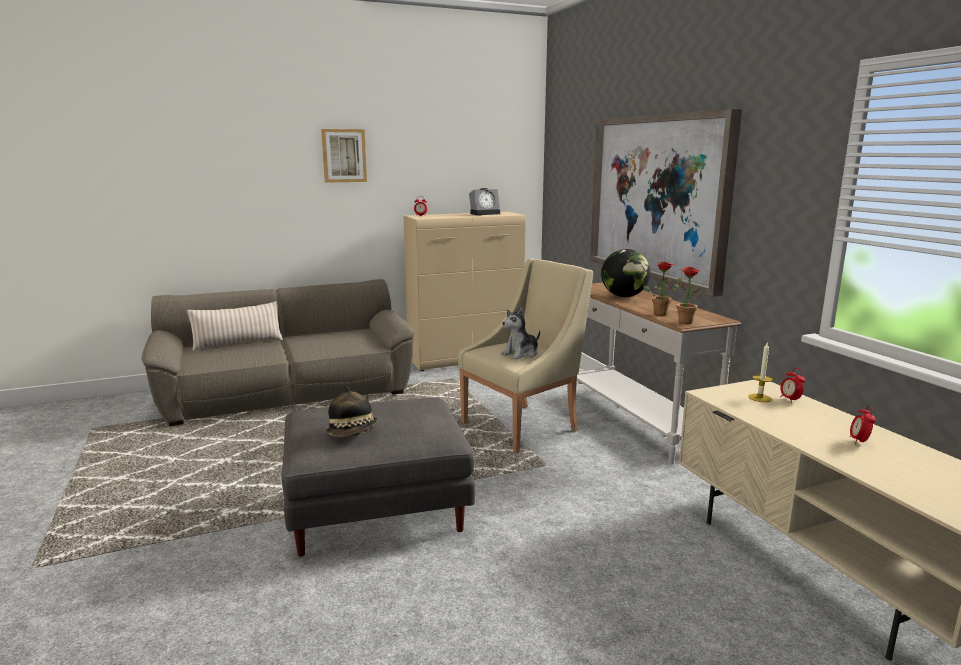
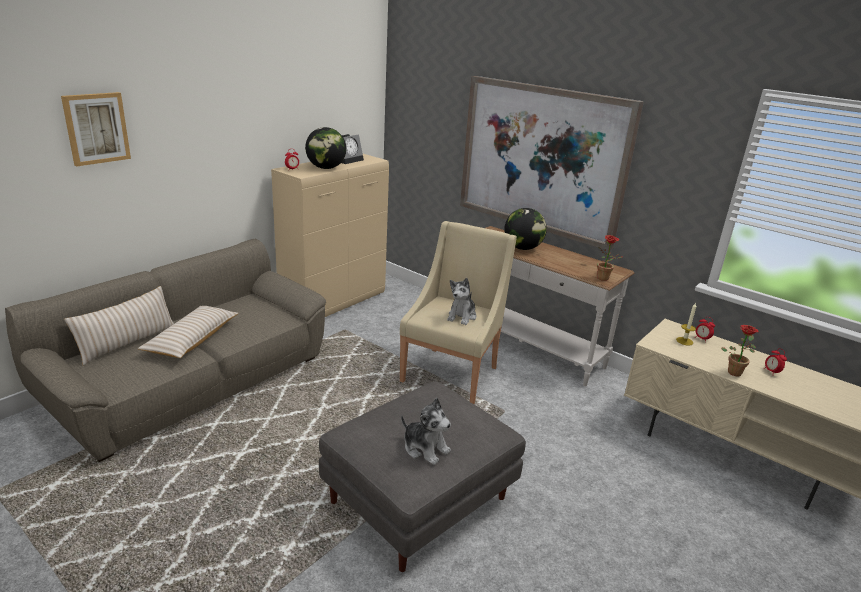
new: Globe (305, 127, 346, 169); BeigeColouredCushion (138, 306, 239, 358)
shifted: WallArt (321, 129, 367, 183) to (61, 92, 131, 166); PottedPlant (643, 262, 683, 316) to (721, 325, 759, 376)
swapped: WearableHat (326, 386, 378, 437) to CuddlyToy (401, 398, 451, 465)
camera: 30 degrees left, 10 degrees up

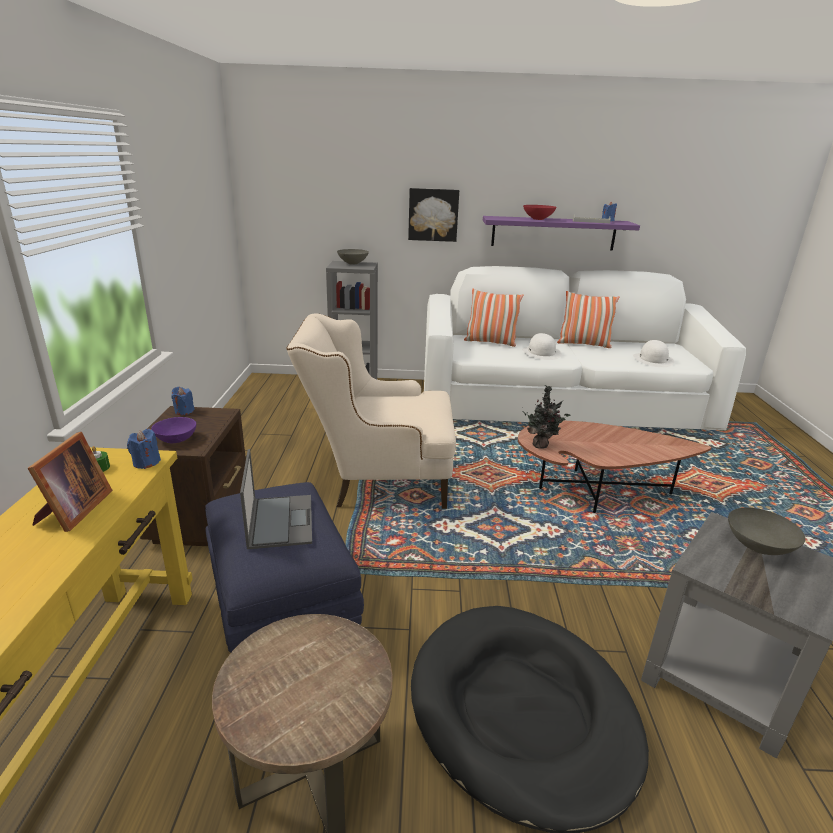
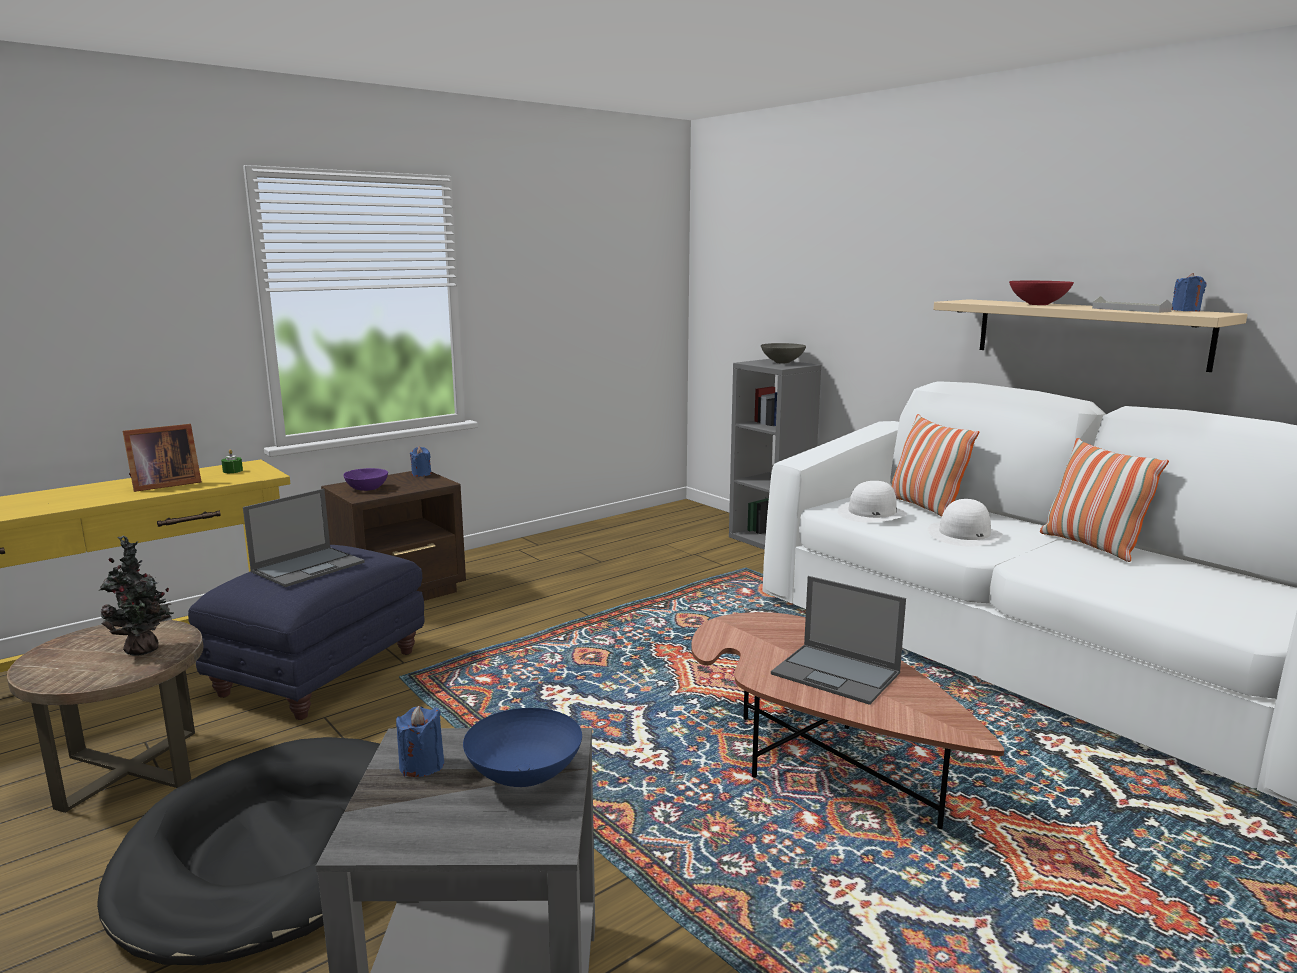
gone: WallArt (408, 188, 459, 242); BeigeColouredEasyChair (286, 313, 456, 509)
new: NotebookComputer (771, 576, 906, 705)
shifted: WhiteWearableHat (633, 340, 675, 367) to (838, 481, 907, 523); PottedPlant (522, 385, 571, 449) to (100, 535, 174, 656); BlueColouredCandle (127, 429, 161, 469) to (396, 706, 444, 777)
repainted: PurpleColouredBracketShelf (483, 216, 640, 251) to BeigeColouredBracketShelf (933, 299, 1248, 372); GreyBowl (728, 508, 805, 555) to BlueColouredBowl (463, 708, 582, 787)
camera: 50 degrees right, 10 degrees down

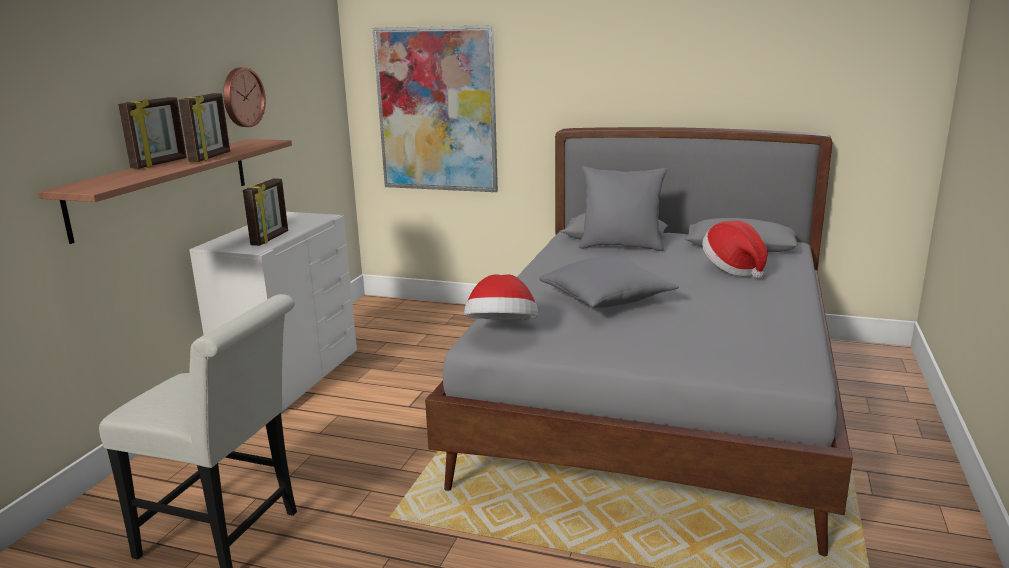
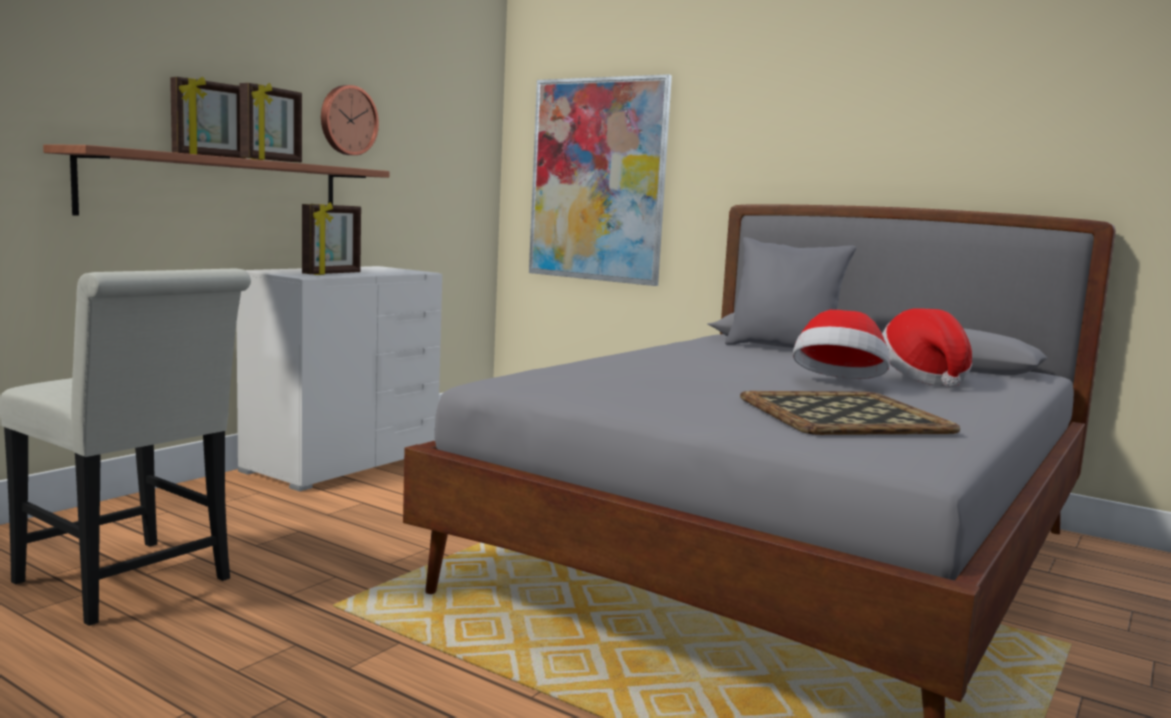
gone: GreyCushion (539, 256, 679, 308)
new: ServingTray (740, 391, 960, 435)
shifted: WearableHat (464, 274, 538, 320) to (793, 310, 890, 379)
camera: 15 degrees right, 10 degrees down

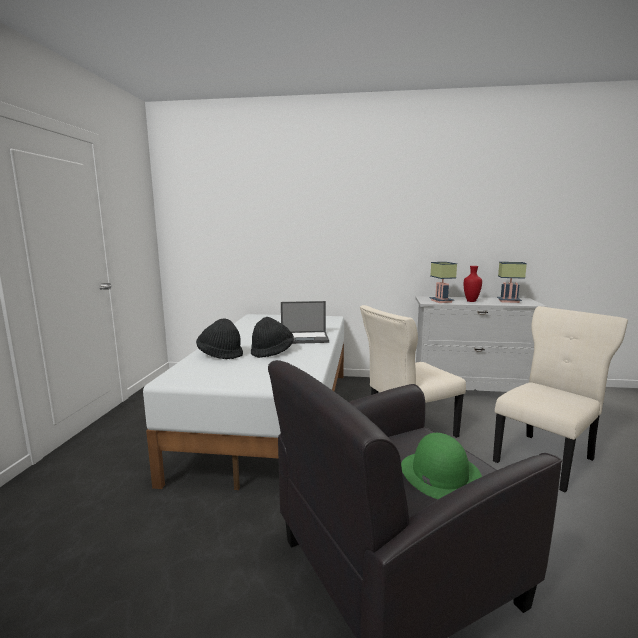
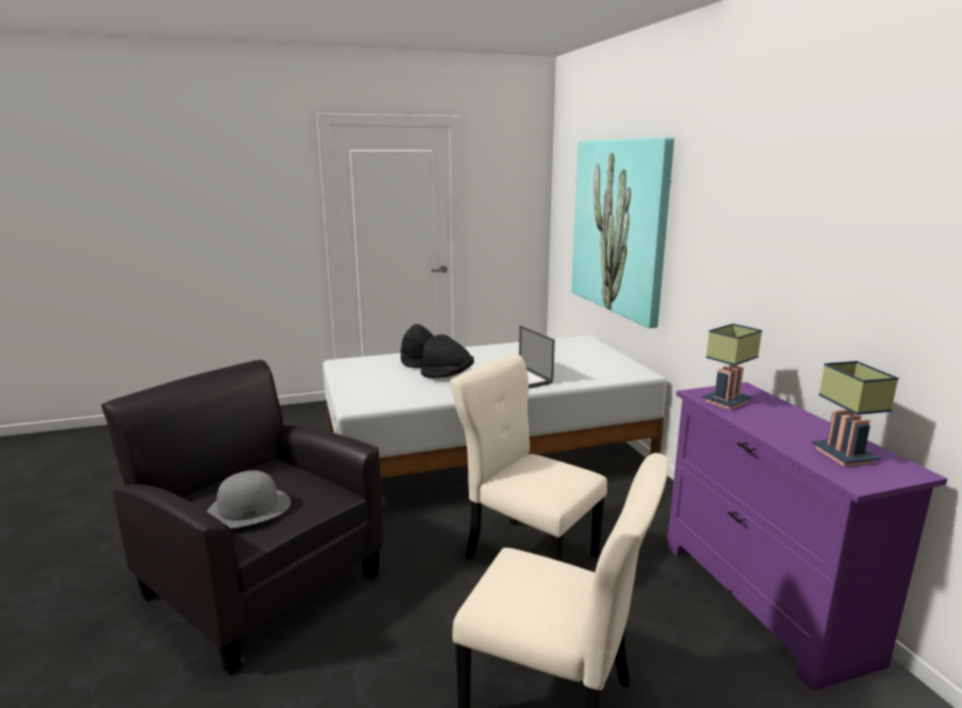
gone: RedFlowerVase (464, 266, 482, 302)
new: WallArt (572, 137, 674, 328)
repainted: WhiteChestOfDrawers (415, 296, 548, 392) to PurpleColouredChestOfDrawers (667, 382, 947, 691); GreenColouredWearableHat (401, 433, 482, 499) to GreyWearableHat (207, 470, 291, 528)
camera: 65 degrees right, 5 degrees up

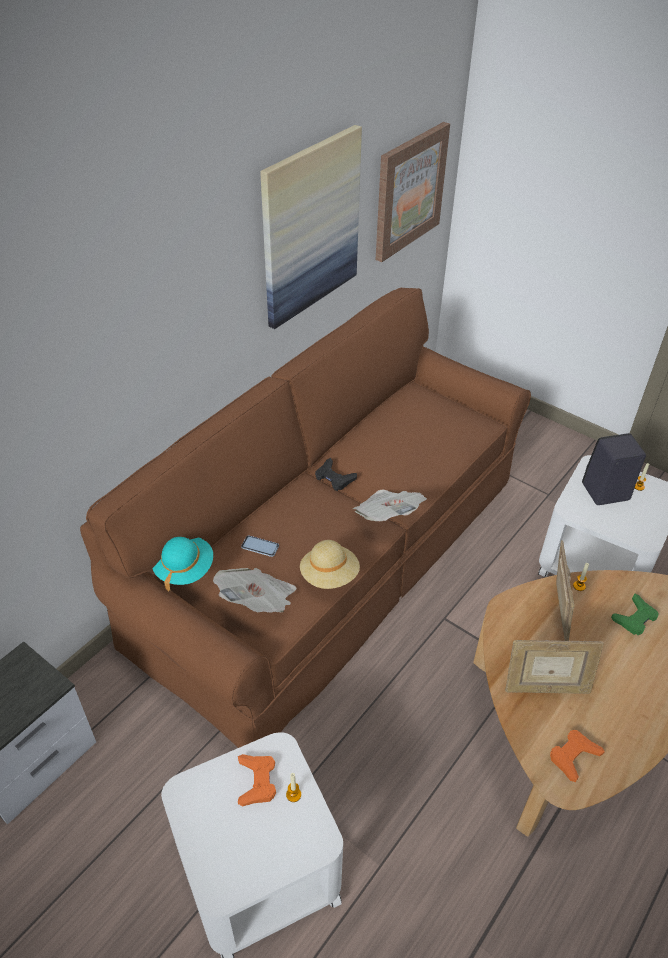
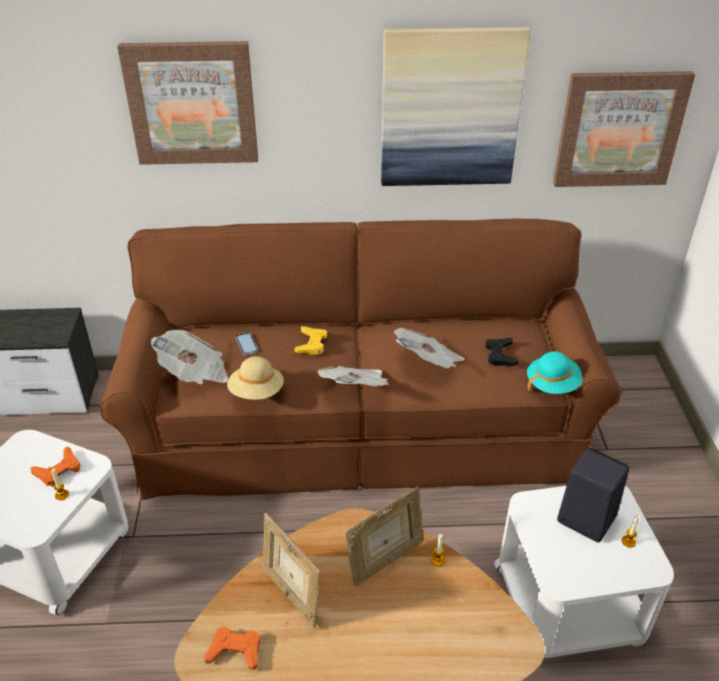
gone: GreenColouredGamepad (611, 594, 658, 635)
new: WallArt (117, 41, 258, 165); YellowGamepad (294, 326, 327, 355); DailyPaper (394, 328, 465, 369)
shifted: BlackColouredGamepad (315, 458, 357, 491) to (485, 338, 518, 366); TurquoiseWearableHat (153, 537, 213, 591) to (527, 351, 583, 394)
camera: 50 degrees right, 5 degrees down

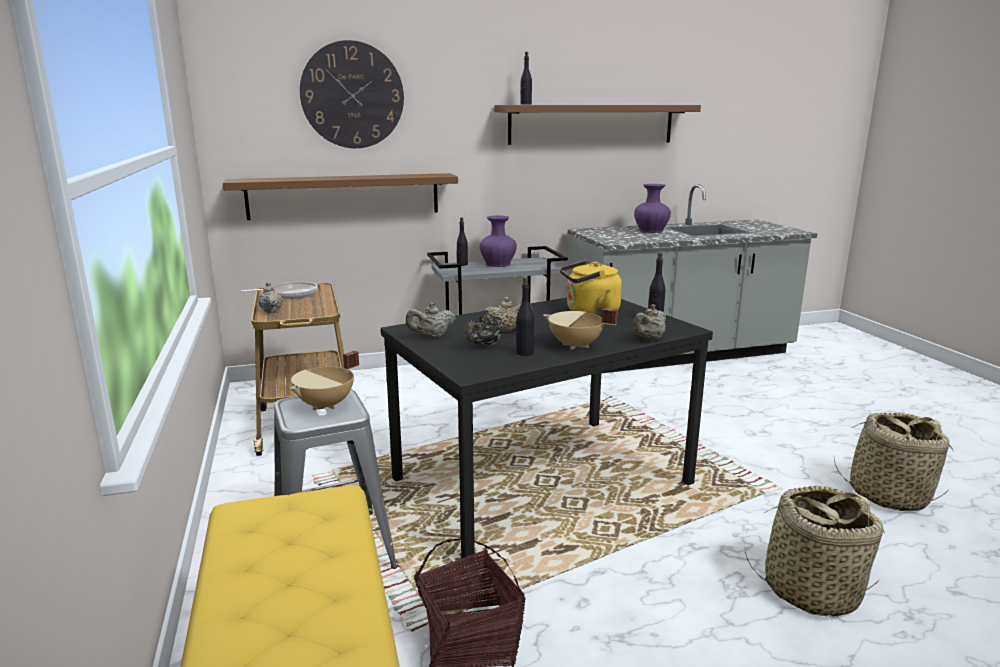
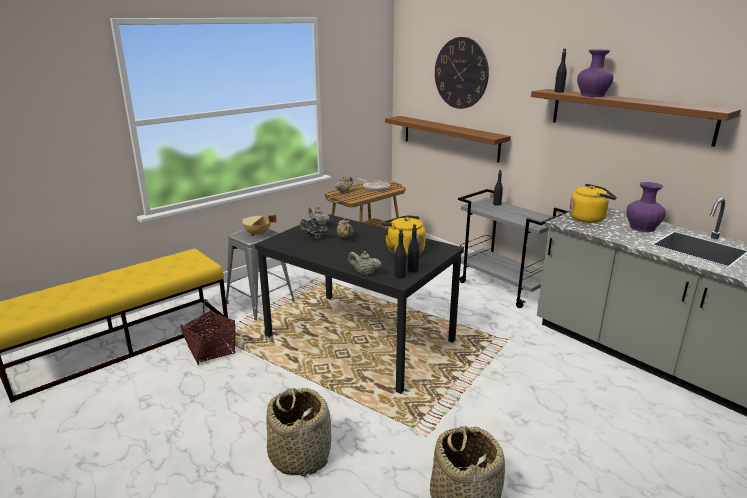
gone: BeigeColouredSaucepot (543, 308, 618, 350)
new: YellowTeaKettle (569, 184, 617, 223)
shifted: PurpleColouredFlowerVase (480, 216, 517, 267) to (577, 49, 614, 97); BlackColouredBeverageBottle (516, 277, 534, 356) to (394, 229, 406, 279)
camera: 65 degrees right, 5 degrees up

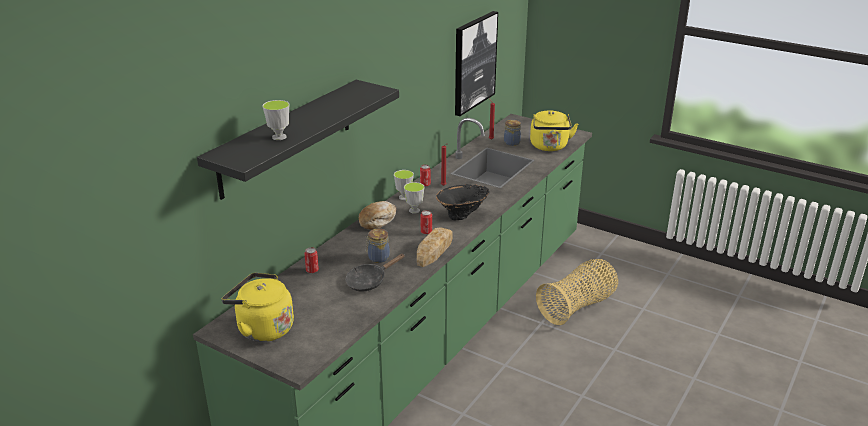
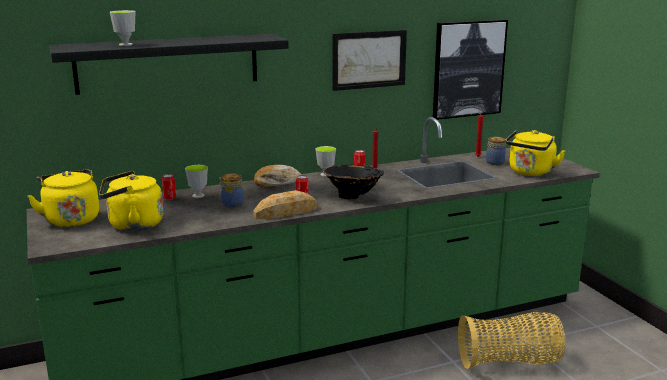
gone: BlackColouredSkillet (345, 254, 405, 292)
new: WallArt (333, 30, 407, 91); YellowTeaKettle (99, 171, 163, 231)
shifted: Cup (404, 182, 425, 214) to (185, 165, 208, 198)
camera: 35 degrees right, 10 degrees down

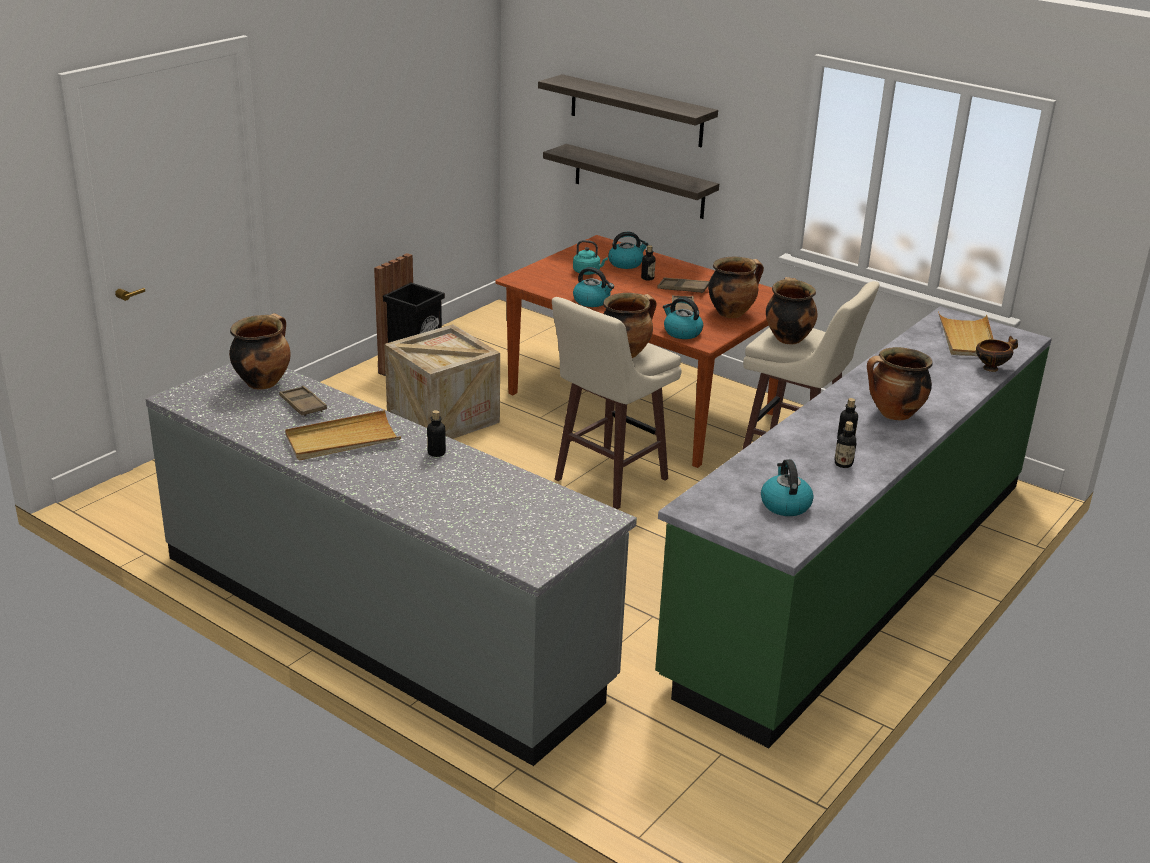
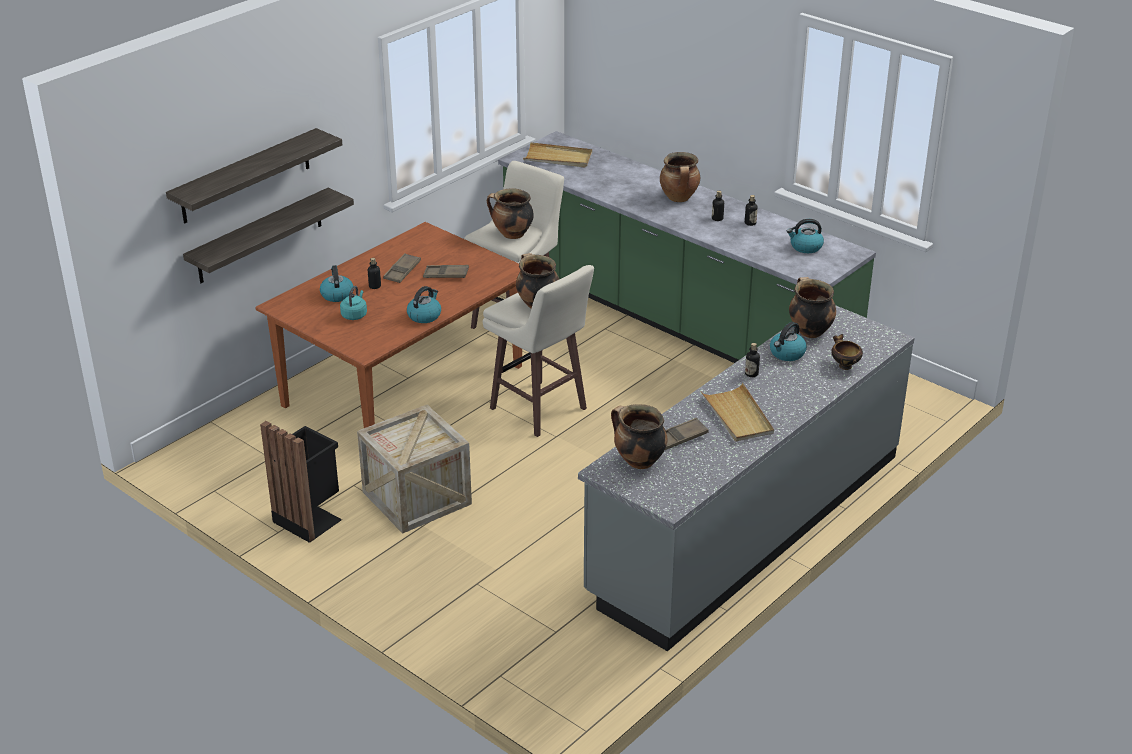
shifted: Saucepot (708, 257, 764, 318) to (789, 277, 836, 338); TeaKettle (663, 297, 703, 339) to (770, 322, 807, 361); Bowl (976, 336, 1018, 372) to (831, 334, 863, 370)
camera: 85 degrees left, 5 degrees up

